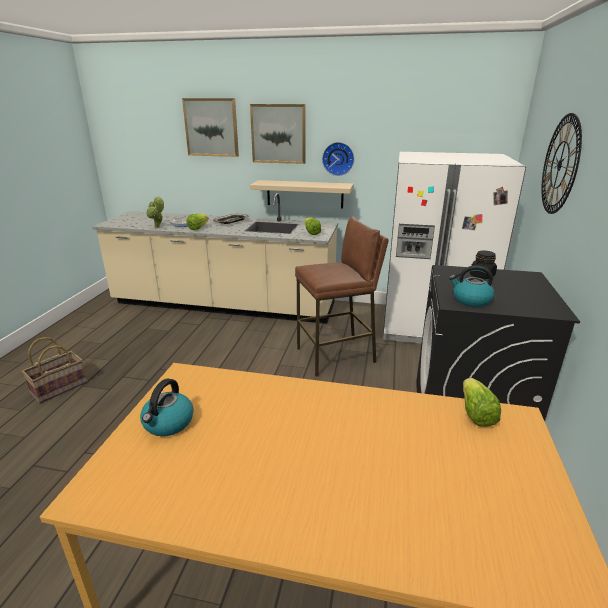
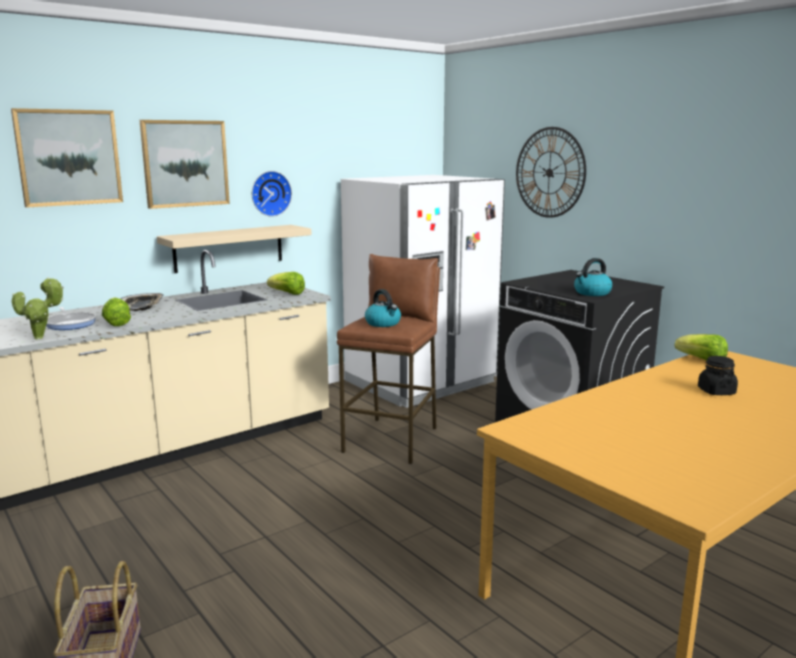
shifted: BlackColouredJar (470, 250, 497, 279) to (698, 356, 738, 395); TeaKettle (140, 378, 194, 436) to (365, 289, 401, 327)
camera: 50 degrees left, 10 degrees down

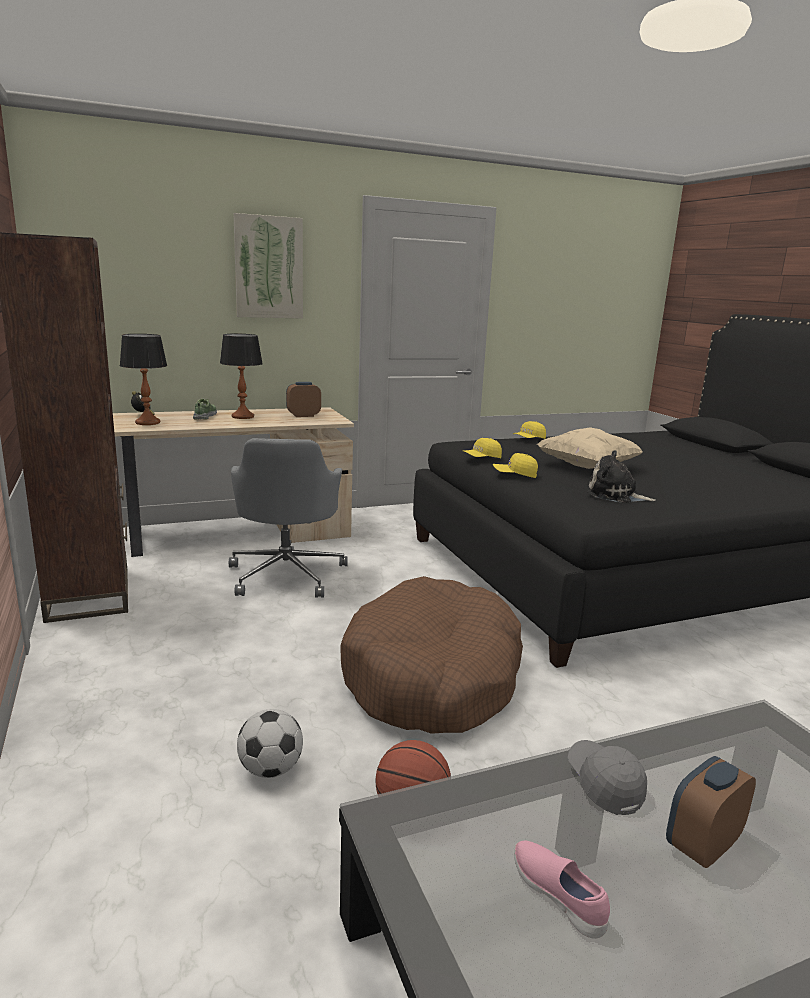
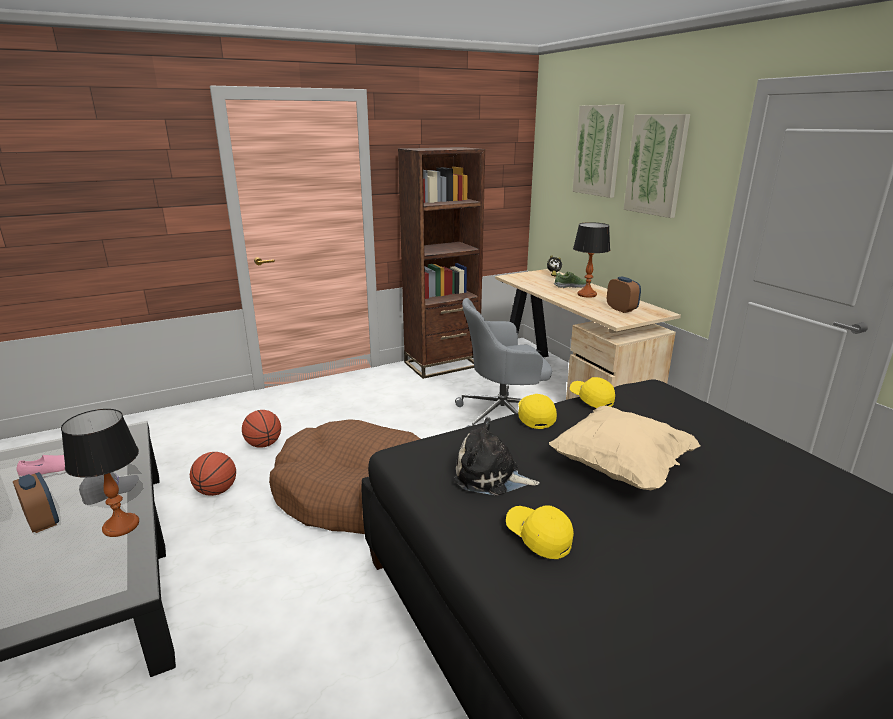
new: WallArt (572, 104, 624, 198)
shifted: TableLamp (120, 334, 167, 425) to (61, 409, 139, 537); YellowPeakedCap (513, 421, 546, 439) to (506, 505, 574, 559)
swapped: BallForFootball (237, 709, 303, 778) to BasketballBall (242, 410, 281, 448)
rotated: CuddlyToy (587, 450, 656, 503) = (454, 418, 539, 496) 90 degrees counterclockwise
camera: 85 degrees right, 5 degrees up

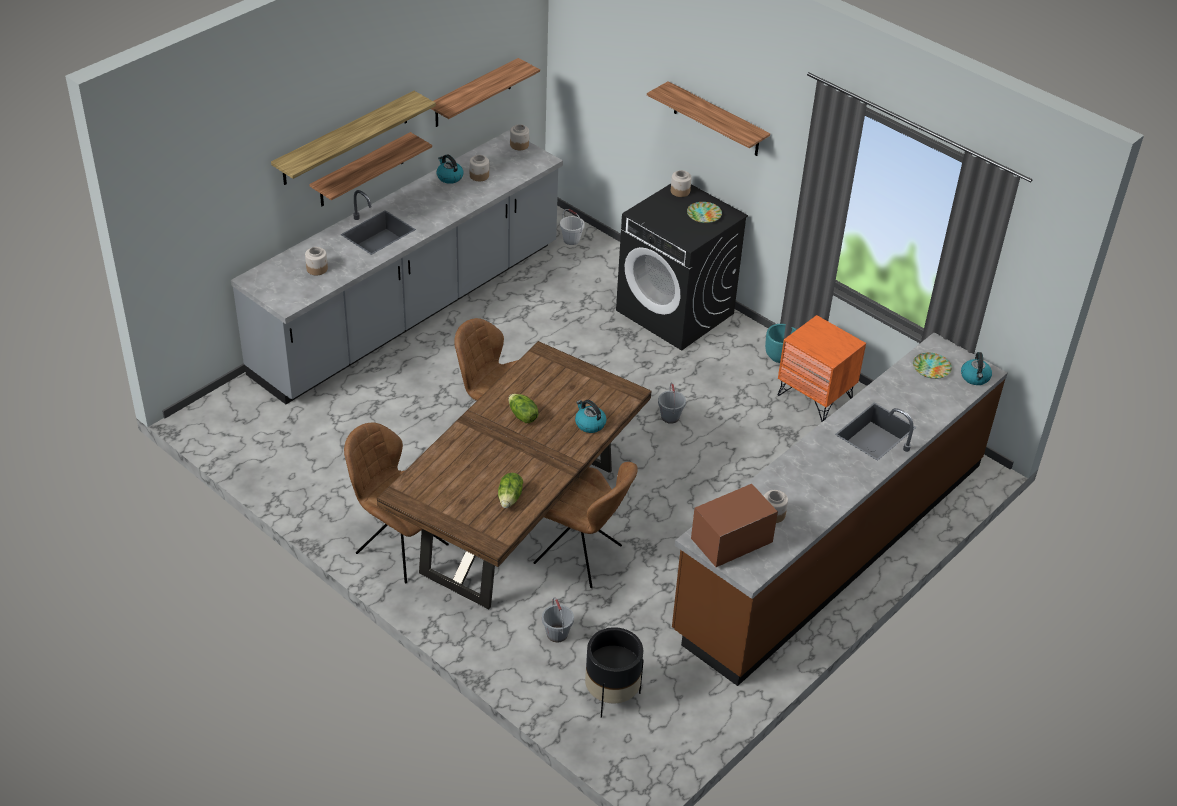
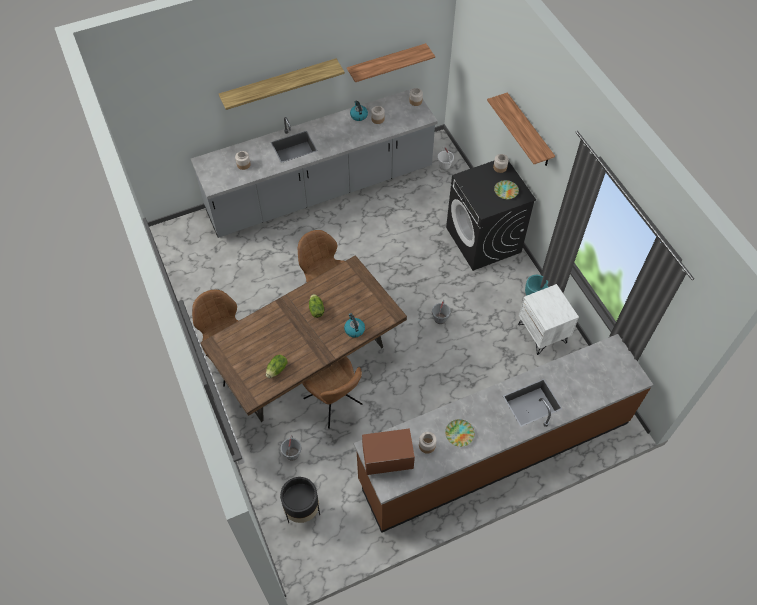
gone: BracketShelf (309, 132, 432, 206); TeaKettle (961, 352, 992, 385)
shifted: FlatDish (913, 353, 952, 379) to (445, 419, 475, 447)
repainted: OrangeColouredNightstand (777, 315, 866, 422) to WhiteNightstand (518, 284, 579, 355)
camera: 25 degrees right, 15 degrees up

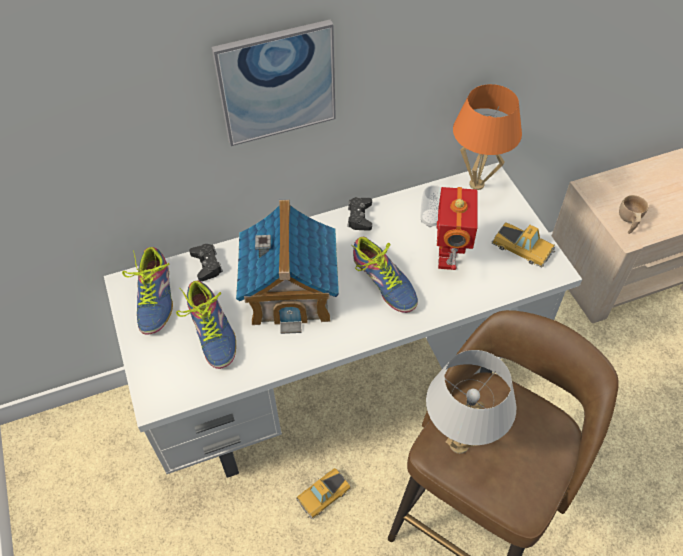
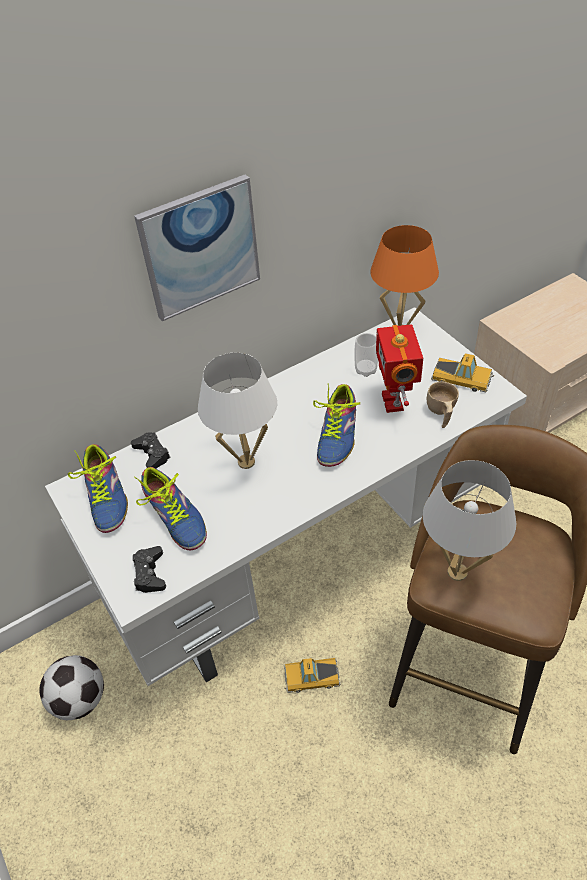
new: BallForFootball (39, 655, 104, 720)
shifted: BeigeColouredCup (619, 195, 648, 234) to (427, 381, 459, 428); BlackColouredGamepad (348, 197, 372, 231) to (132, 546, 166, 593)
swapped: ToyHouse (236, 199, 339, 334) to WhiteTableLamp (198, 353, 277, 469)
rotated: Shoe (351, 237, 418, 313) = (313, 383, 360, 467) 60 degrees clockwise; ModelCar (296, 468, 352, 519) = (284, 658, 340, 693) 45 degrees clockwise
camera: 10 degrees left, 5 degrees down

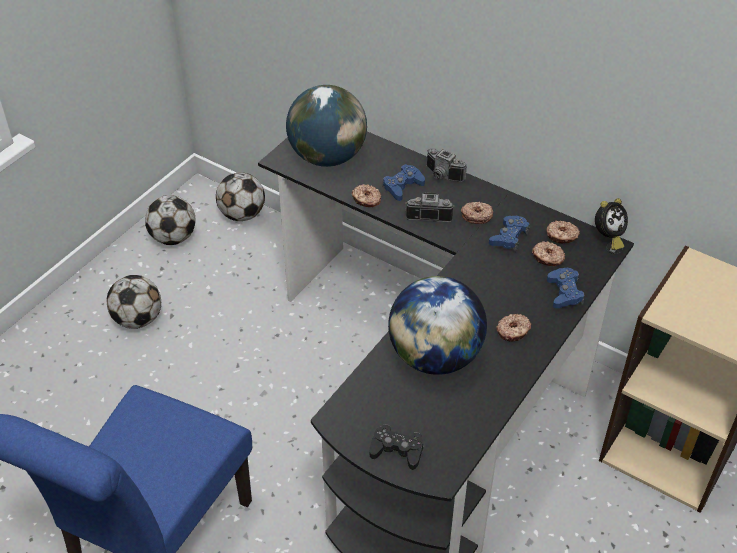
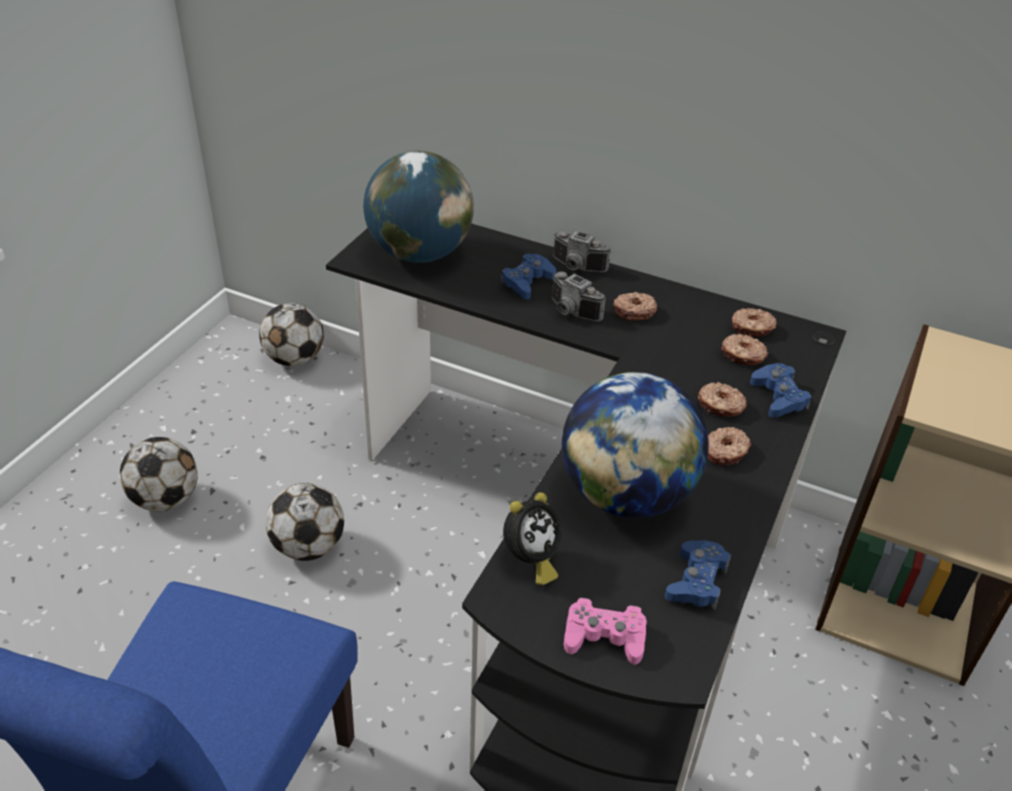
shifted: RingDoughnut (352, 184, 381, 207) to (698, 382, 747, 417); BallForFootball (145, 195, 196, 245) to (266, 483, 344, 561); BedsideClock (595, 198, 628, 250) to (503, 492, 561, 585); BlueColouredGamepad (489, 215, 530, 252) to (665, 540, 731, 610)
repainted: BlackColouredGamepad (369, 424, 423, 470) to PinkGamepad (564, 597, 647, 665)
rotated: StillCamera (405, 192, 454, 222) = (552, 271, 606, 321) 135 degrees counterclockwise
camera: 10 degrees left, 5 degrees down

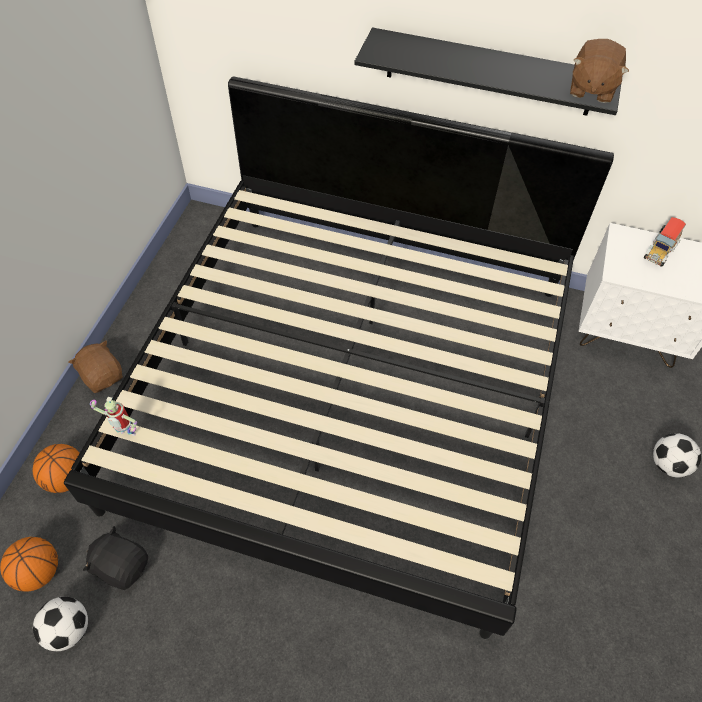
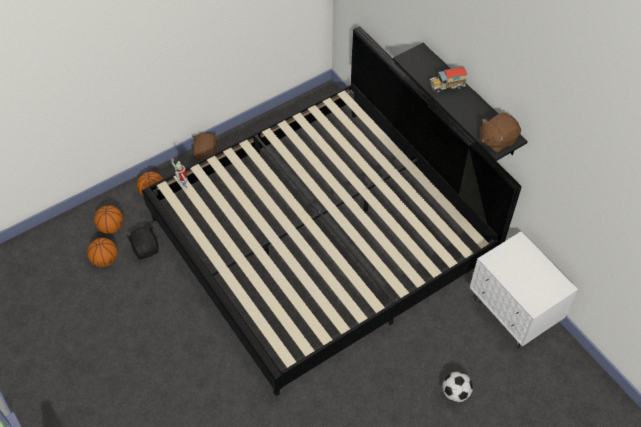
shifted: ToyLorry (644, 217, 686, 267) to (430, 67, 467, 93)
swapped: BallForFootball (33, 597, 88, 651) to BasketballBall (87, 238, 118, 267)
camera: 40 degrees right, 0 degrees up

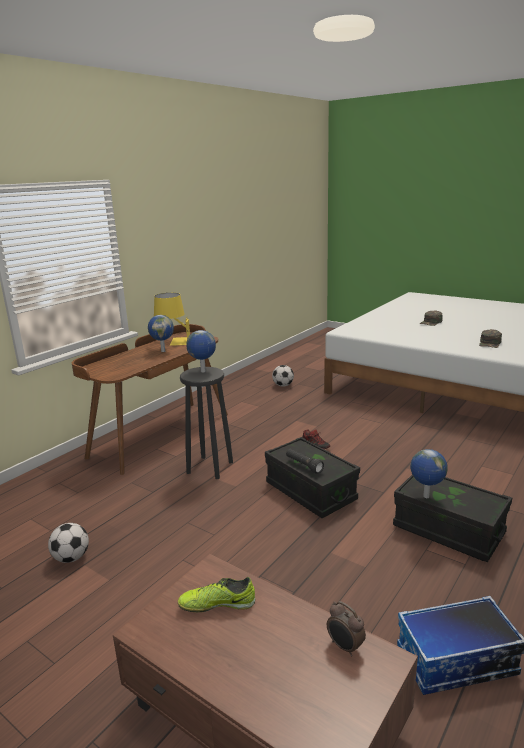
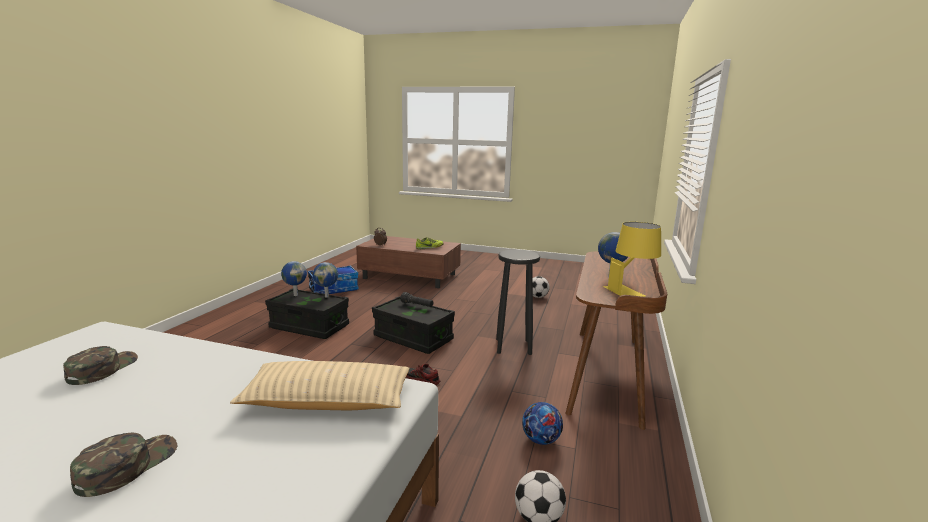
new: BeigeColouredCushion (230, 361, 409, 410); BallForFootball (522, 402, 563, 445)
shifted: Globe (186, 330, 216, 372) to (281, 261, 307, 296)
camera: 160 degrees right, 5 degrees down

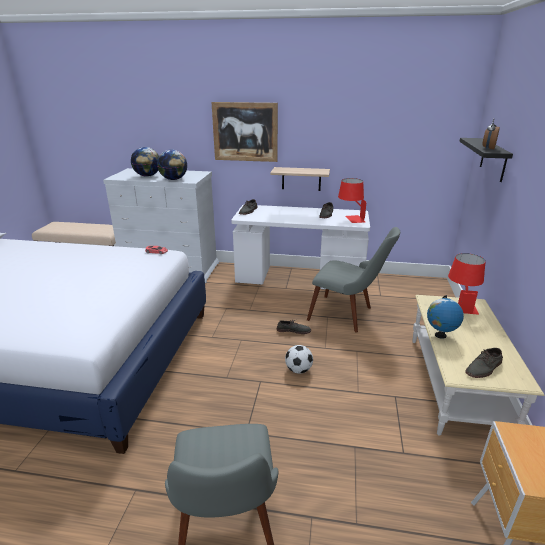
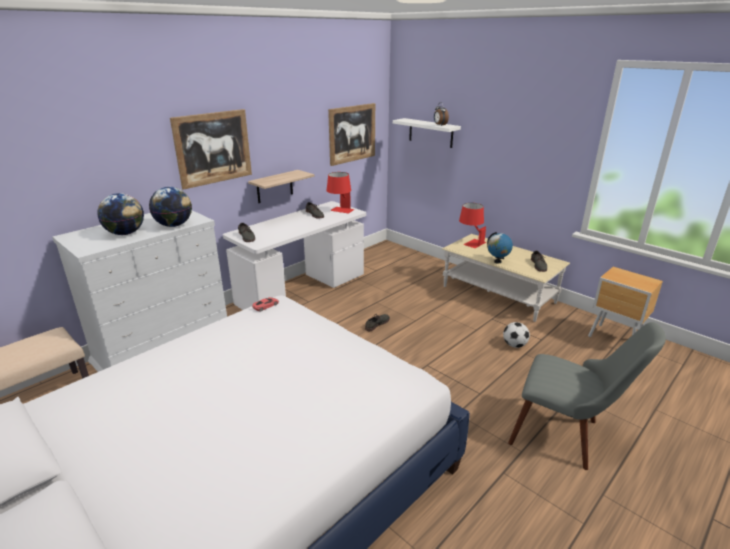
gone: GreyChair (307, 227, 400, 333)
new: WallArt (328, 103, 375, 166)
shifted: BallForFootball (285, 345, 313, 374) to (503, 322, 530, 348)
repainted: BlackColouredBracketShelf (459, 138, 513, 182) to WhiteBracketShelf (393, 118, 461, 148)
camera: 55 degrees left, 0 degrees up

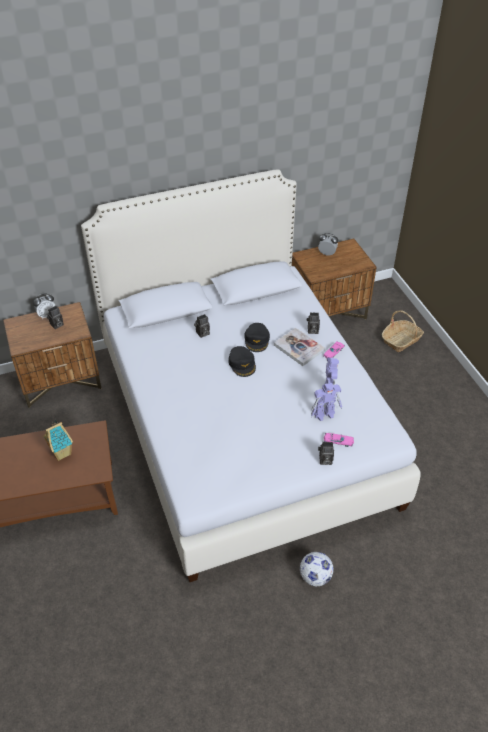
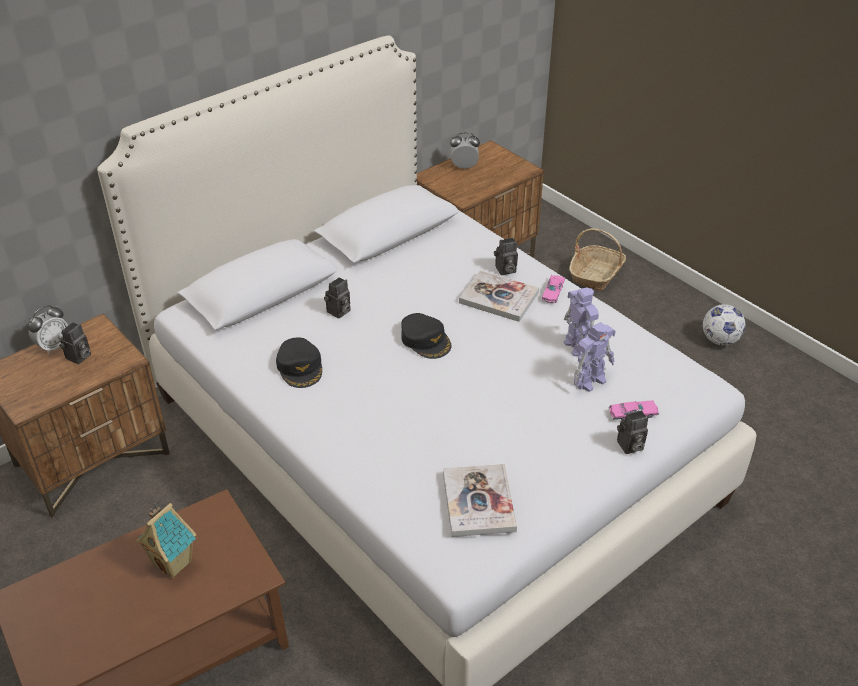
new: Book (443, 464, 517, 537)
shifted: BlackColouredPeakedCap (244, 323, 270, 352) to (276, 338, 322, 388); BallForFootball (300, 552, 333, 586) to (703, 304, 746, 346)
camera: 20 degrees left, 5 degrees down

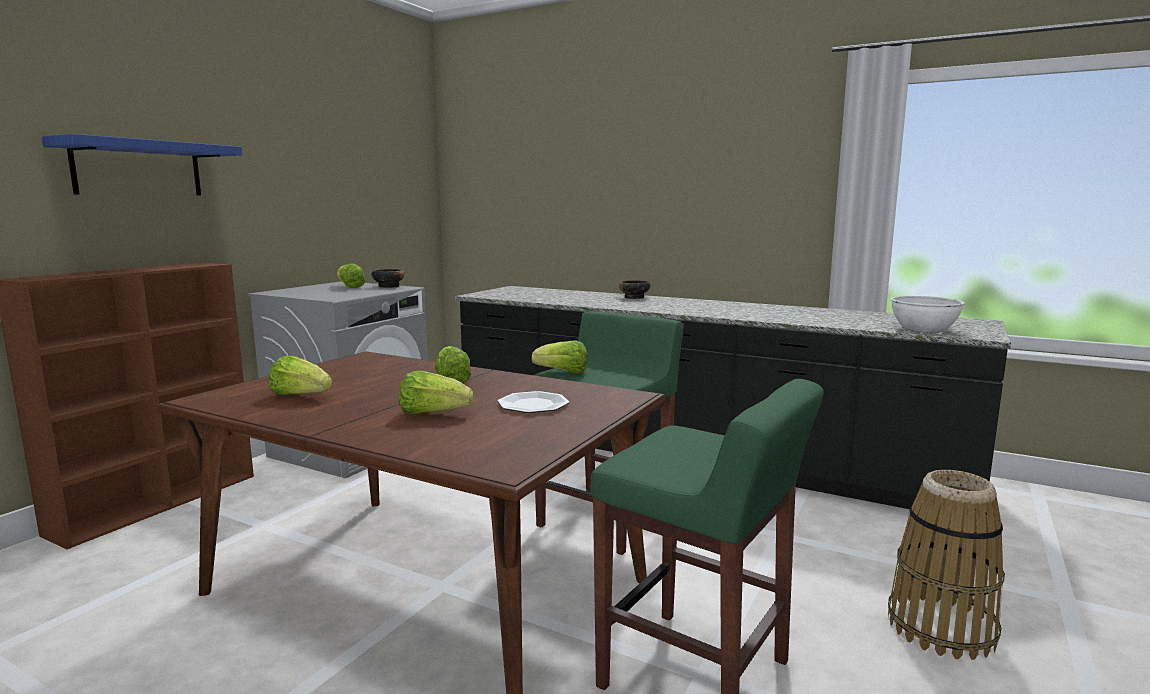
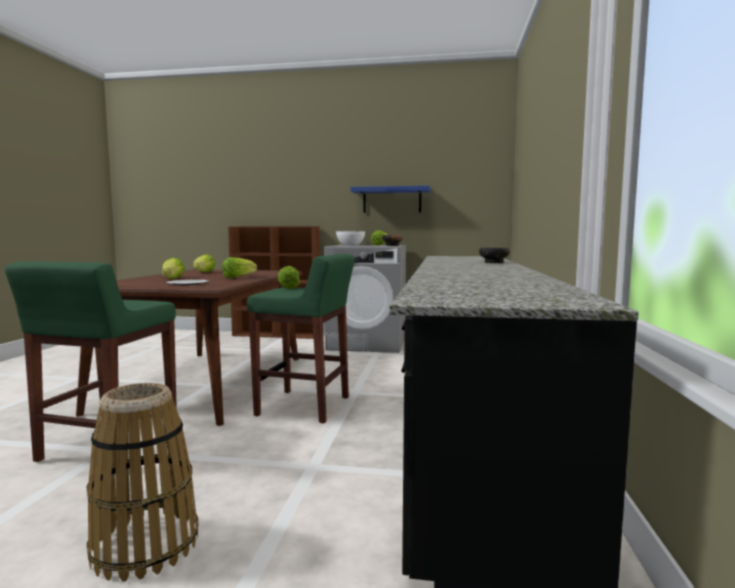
shifted: BlueColouredBracketShelf (42, 134, 242, 195) to (350, 186, 430, 213); WhiteBowl (891, 296, 965, 333) to (336, 231, 366, 245)
camera: 70 degrees right, 5 degrees down

